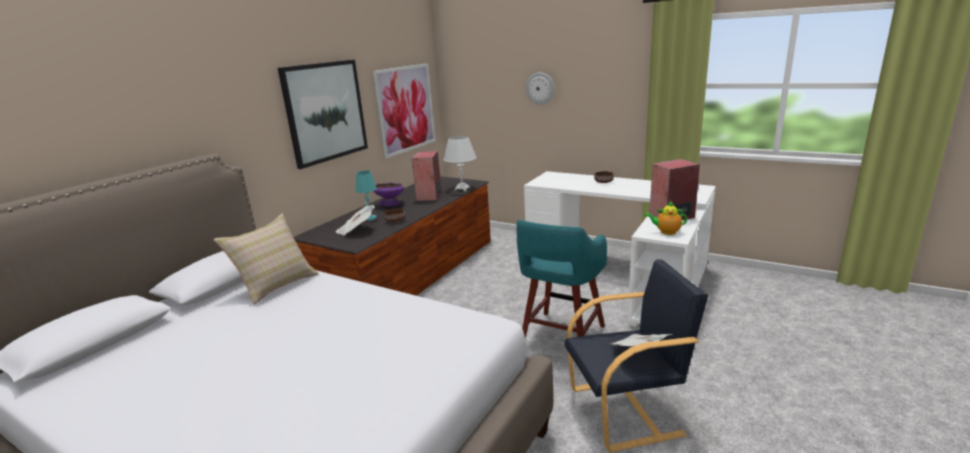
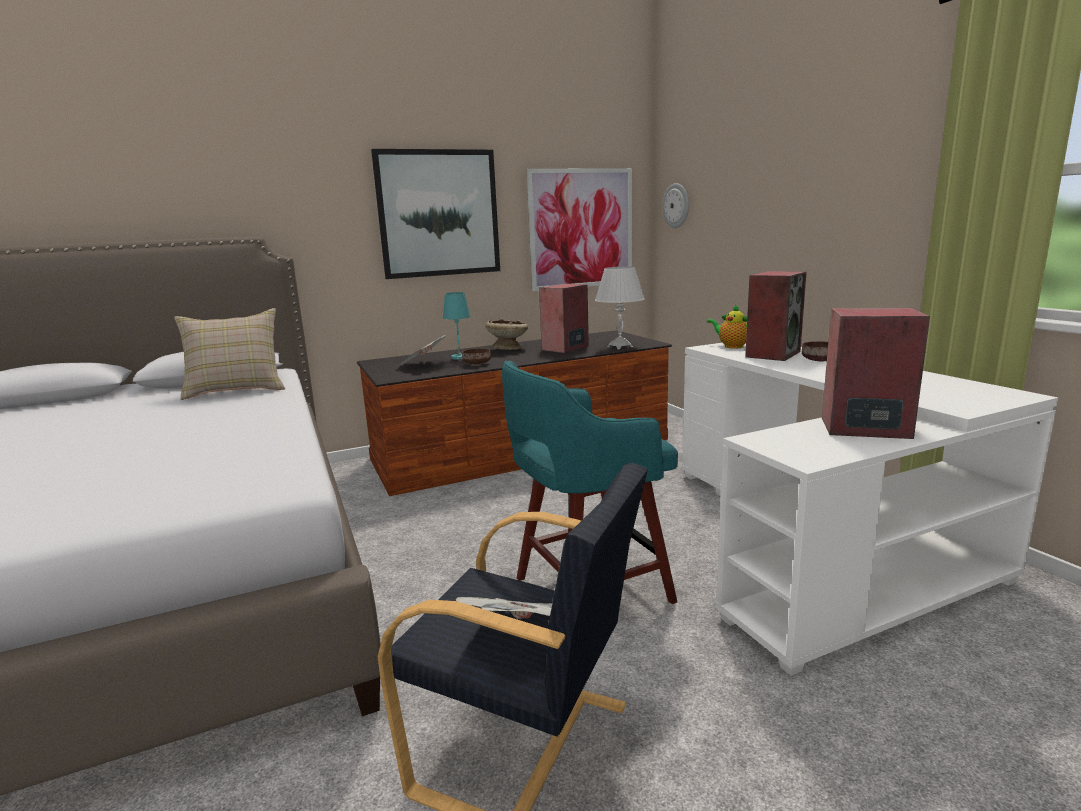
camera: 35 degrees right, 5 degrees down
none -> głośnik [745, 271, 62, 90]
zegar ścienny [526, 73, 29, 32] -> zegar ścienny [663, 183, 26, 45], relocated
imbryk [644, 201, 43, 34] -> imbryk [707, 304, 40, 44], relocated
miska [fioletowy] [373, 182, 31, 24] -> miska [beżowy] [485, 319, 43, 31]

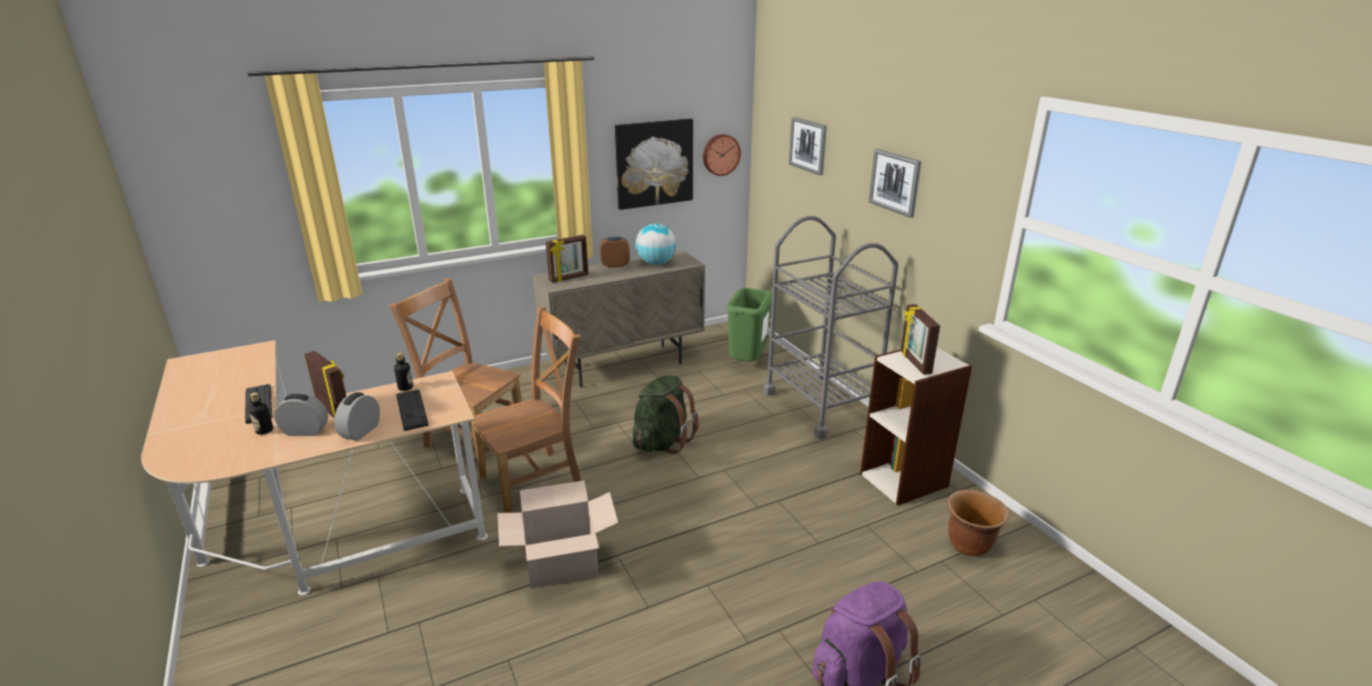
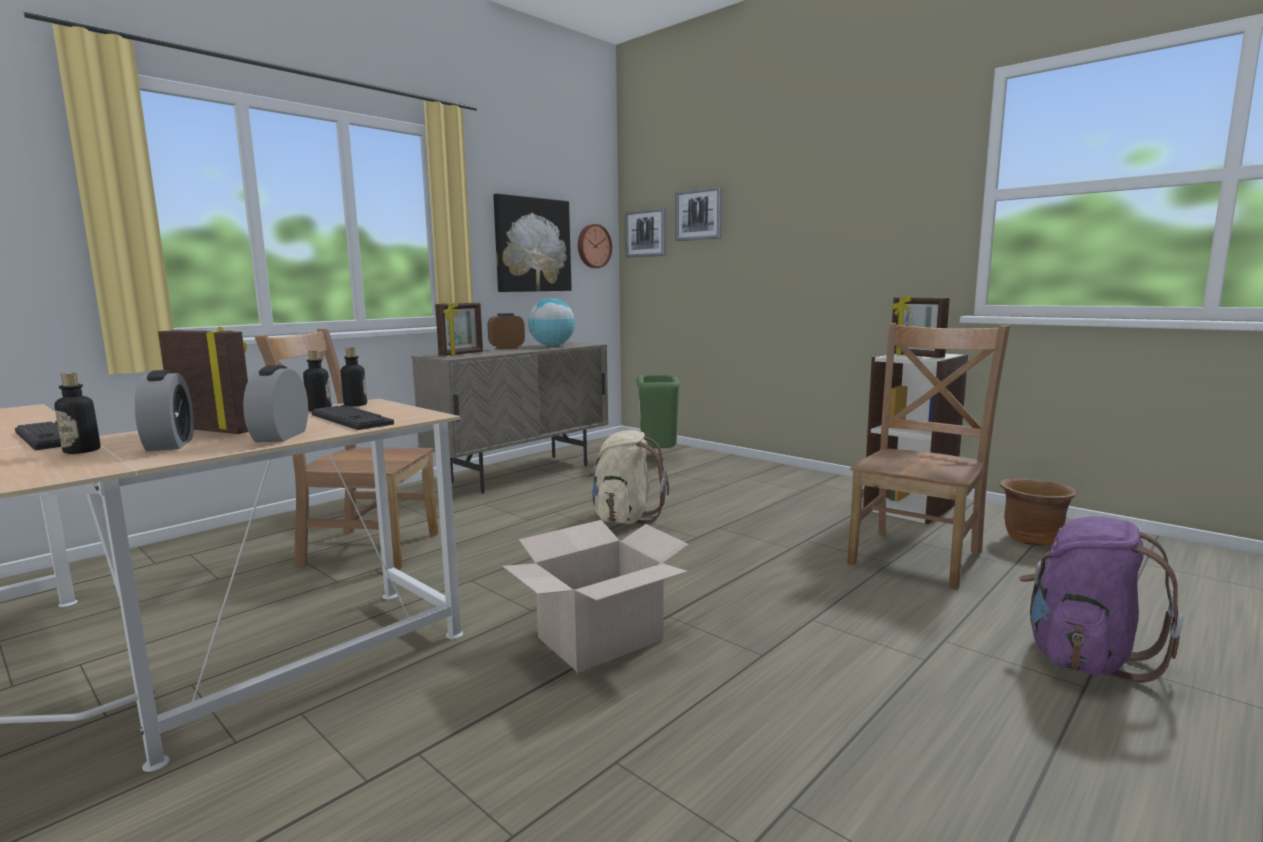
camera: 20 degrees left, 15 degrees down
wózek [szary] [763, 216, 136, 223] -> none
none -> butelka [341, 348, 26, 59]
krzesło [brązowy] [472, 306, 109, 207] -> krzesło [brązowy] [847, 323, 163, 267], relocated
obraz [869, 149, 52, 69] -> obraz [625, 208, 41, 50], relocated
plecak [zielony] [633, 375, 66, 79] -> plecak [beżowy] [586, 430, 83, 95]
budzik [274, 393, 54, 43] -> budzik [135, 370, 59, 81], 90 degrees clockwise

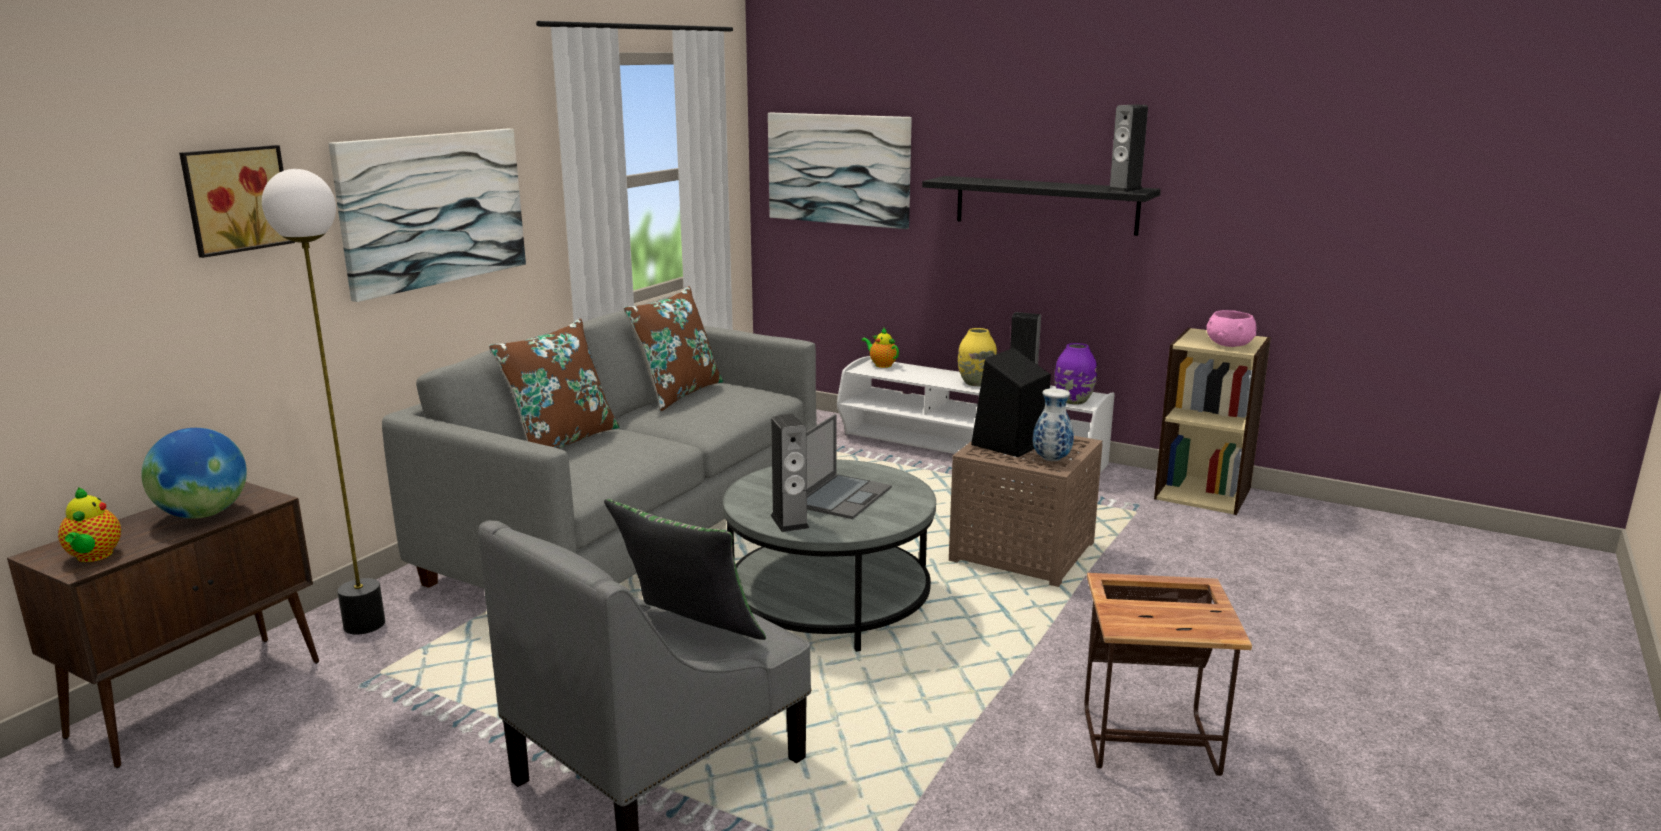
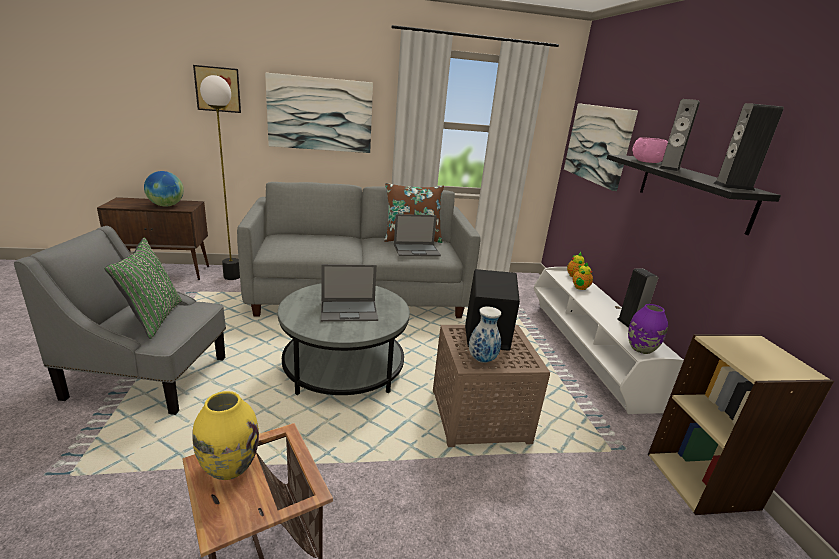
camera: 50 degrees right, 5 degrees up
poduszka [brązowy] [489, 318, 130, 131] -> none
none -> laptop [394, 214, 47, 42]
imbryk [58, 487, 63, 75] -> imbryk [572, 263, 21, 27], relocated
głośnik [771, 414, 38, 118] -> głośnik [659, 99, 41, 73], relocated
wazon [żółty] [958, 328, 39, 58] -> wazon [żółty] [193, 391, 66, 89], relocated
miska [różowy] [1206, 310, 50, 37] -> miska [różowy] [632, 137, 36, 26], relocated

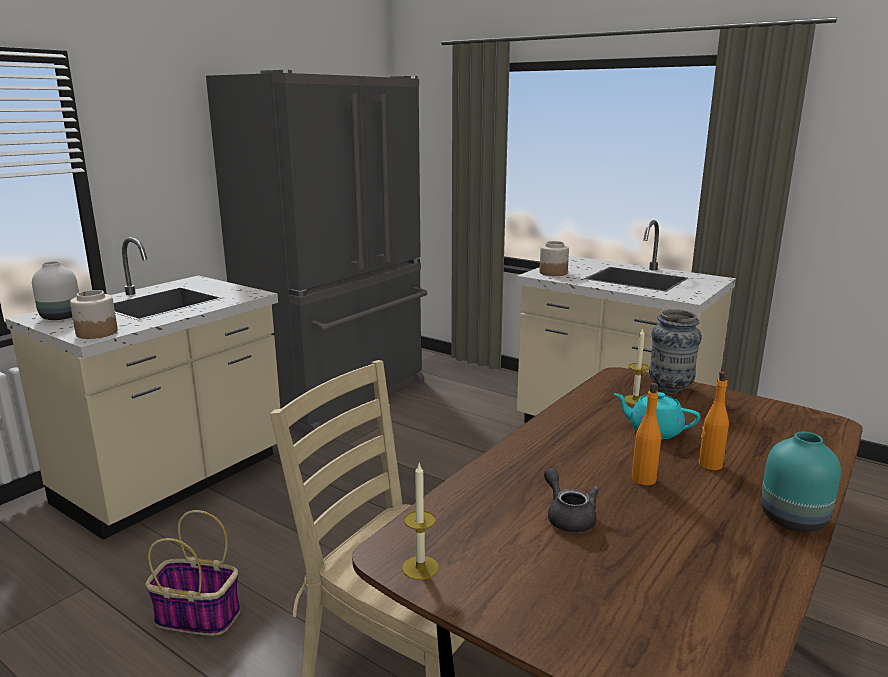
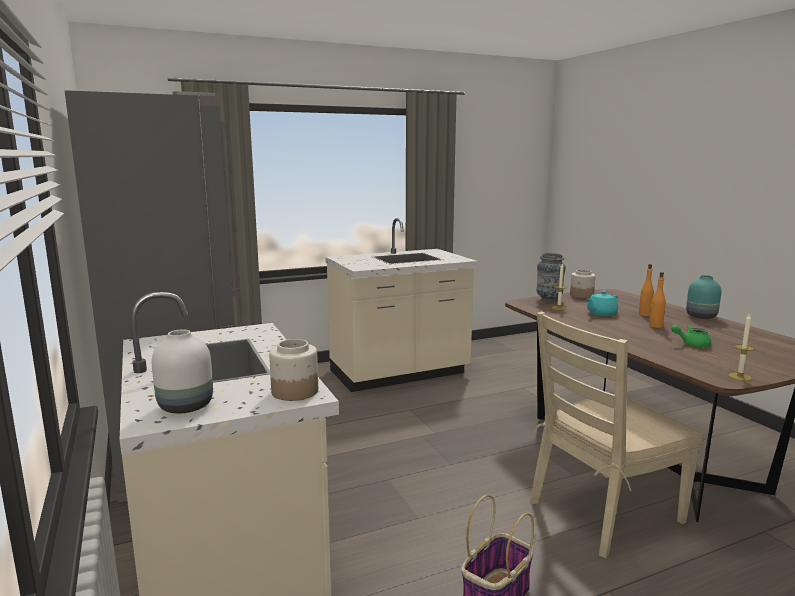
camera: 60 degrees left, 5 degrees down
słoik [539, 241, 30, 35] -> słoik [570, 270, 26, 28], relocated
imbryk [szary] [544, 468, 55, 64] -> imbryk [zielony] [671, 324, 40, 23]

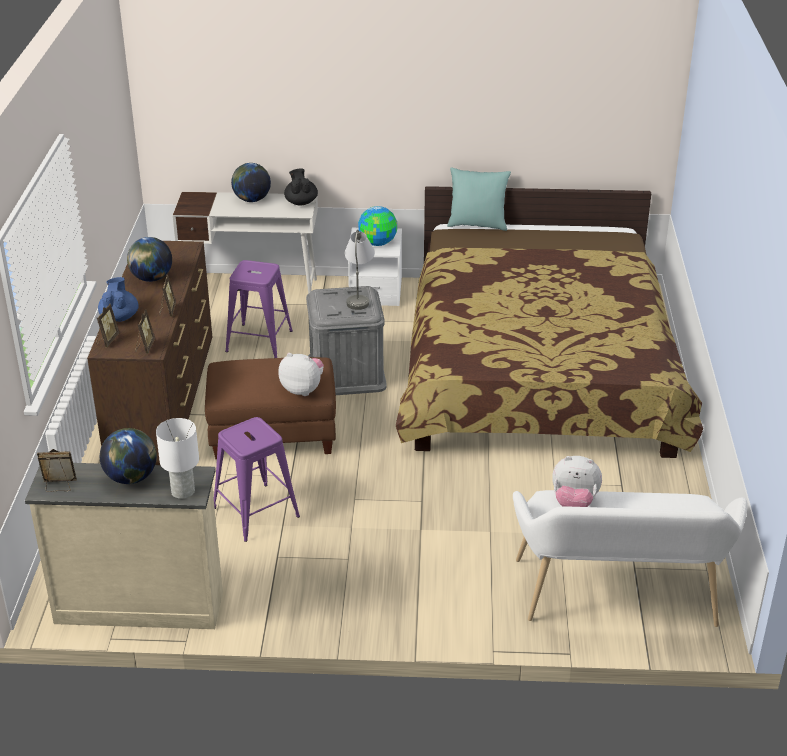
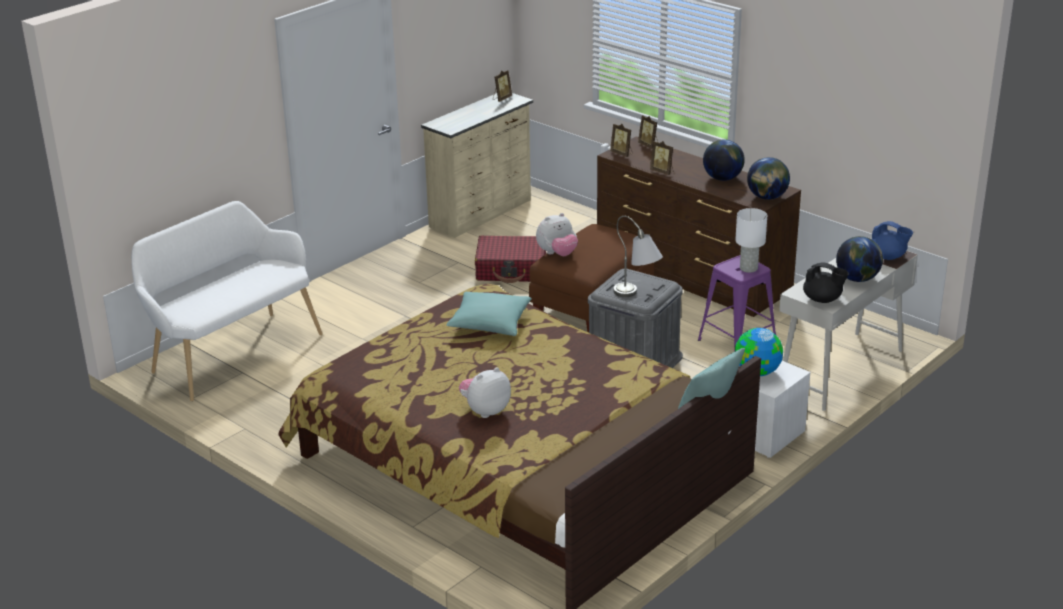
camera: 130 degrees right, 5 degrees down
none -> poduszka [turkusowy] [446, 292, 85, 44]
imbryk [niebieski] [98, 277, 40, 45] -> imbryk [niebieski] [872, 221, 41, 39], relocated
globus [100, 428, 57, 56] -> globus [747, 157, 43, 43], relocated
lampa stołowa [biały] [156, 418, 43, 81] -> lampa stołowa [biały] [735, 208, 32, 65], relocated
pluszak [552, 456, 50, 51] -> pluszak [459, 368, 52, 50], relocated
stołek [fioletowy] [214, 417, 86, 125] -> walizka [czerwony] [475, 236, 71, 47]

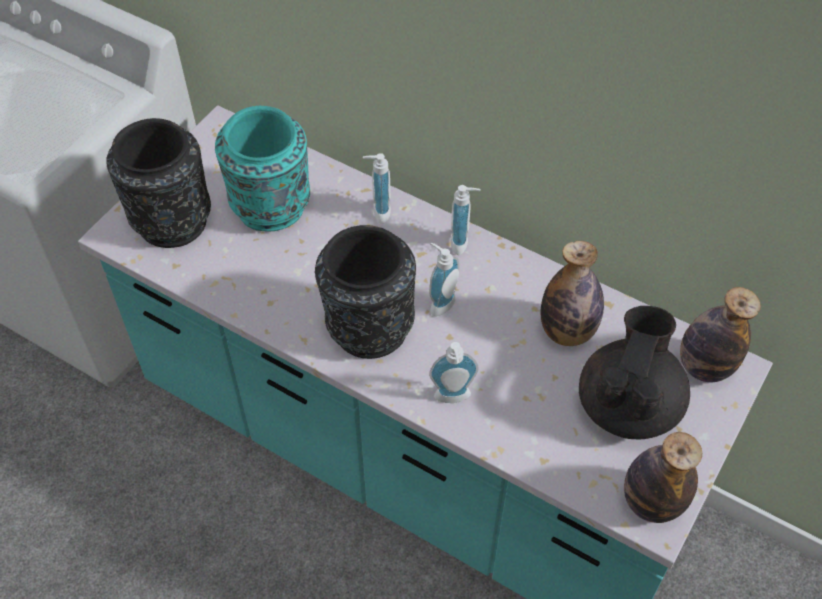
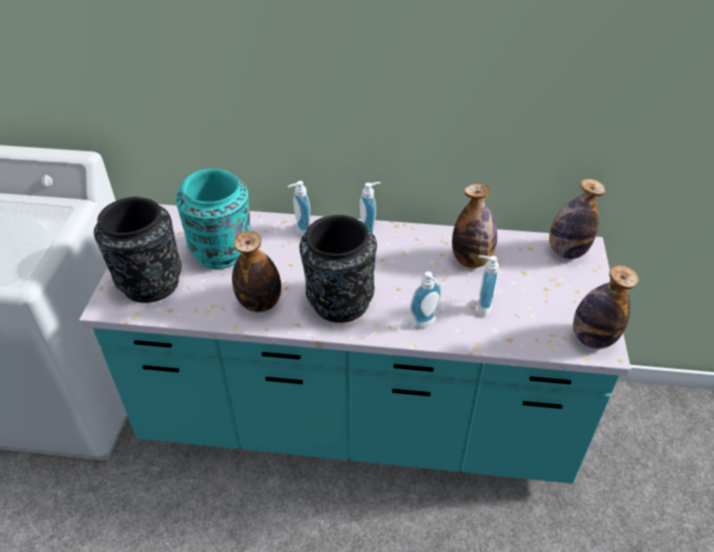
camera: 25 degrees left, 10 degrees down
imbryk [czarny] [579, 306, 111, 133] -> none
none -> butelka [232, 231, 49, 81]
dozownik mydła [429, 242, 31, 74] -> dozownik mydła [478, 255, 21, 62], relocated

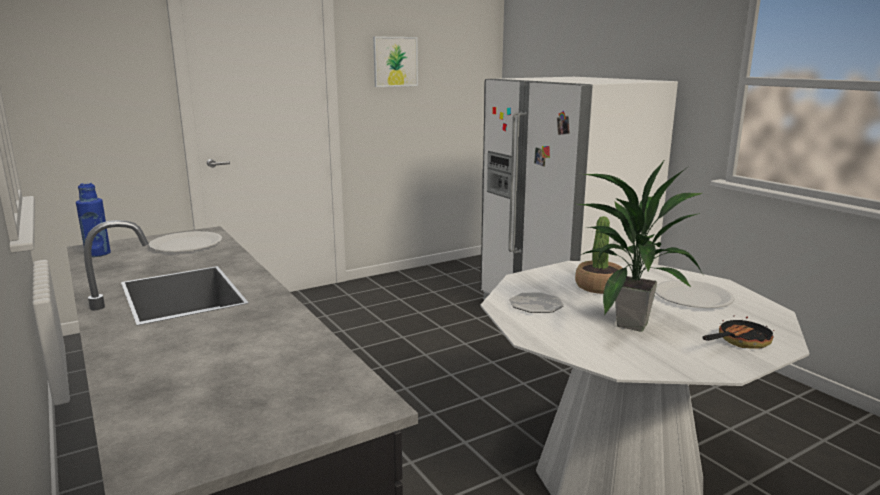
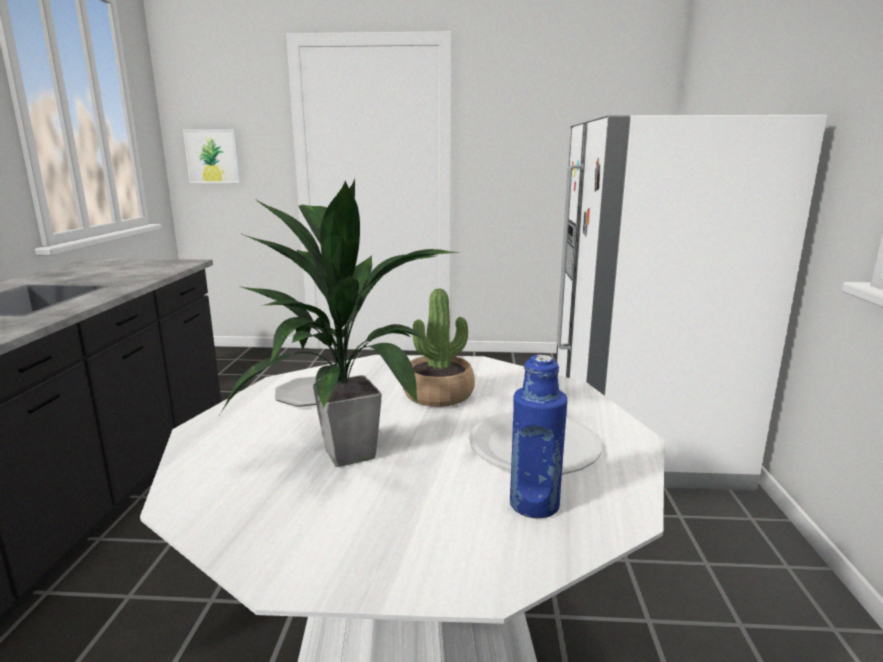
camera: 35 degrees right, 0 degrees up
talerz [biały] [149, 231, 73, 21] -> none
patelnia [703, 317, 71, 32] -> none
butelka [niebieski] [76, 182, 35, 75] -> butelka [niebieski] [510, 355, 57, 164], relocated
obraz [373, 36, 45, 51] -> obraz [183, 129, 57, 54], relocated

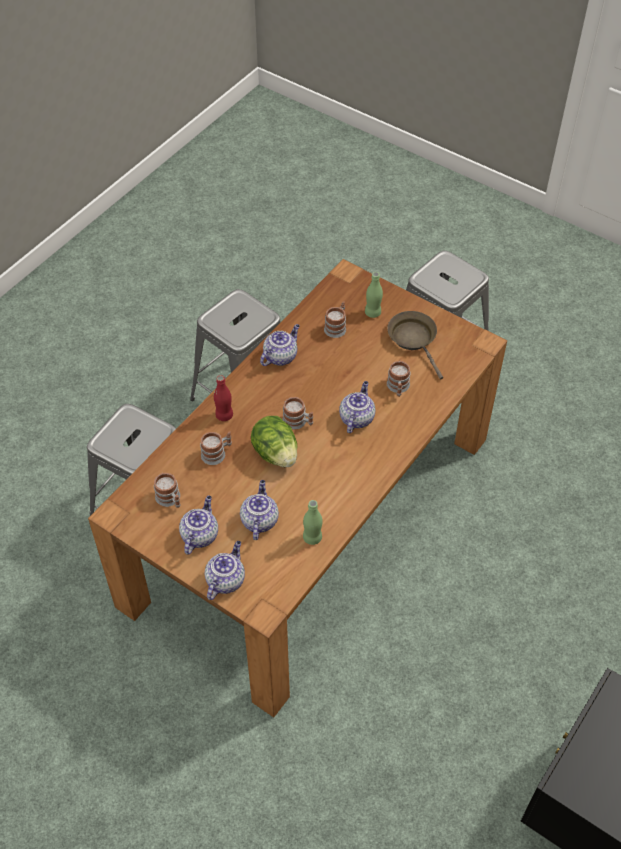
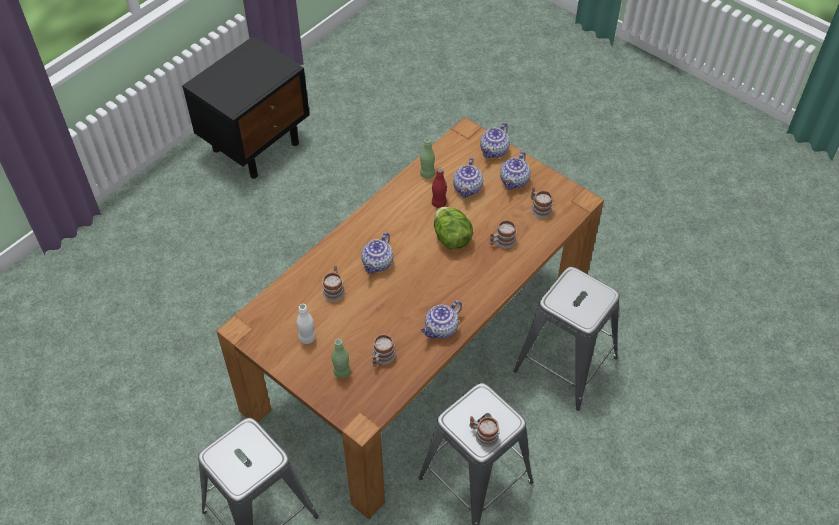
camera: 175 degrees left, 0 degrees up
butelka [czerwony] [214, 375, 19, 46] -> butelka [czerwony] [432, 168, 15, 40], relocated
kubek [282, 397, 31, 33] -> kubek [470, 416, 29, 31], relocated
patelnia [brązowy] [388, 311, 55, 68] -> butelka [biały] [297, 304, 18, 40]

